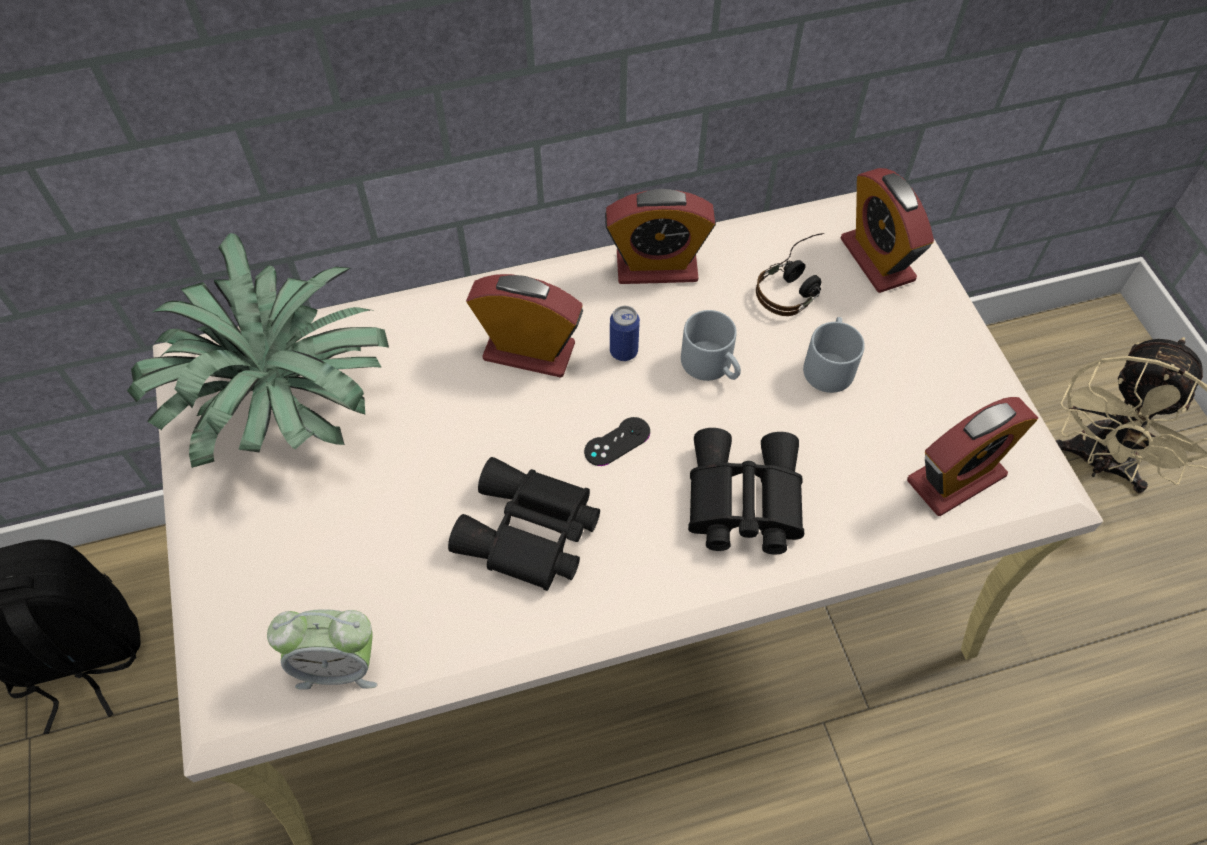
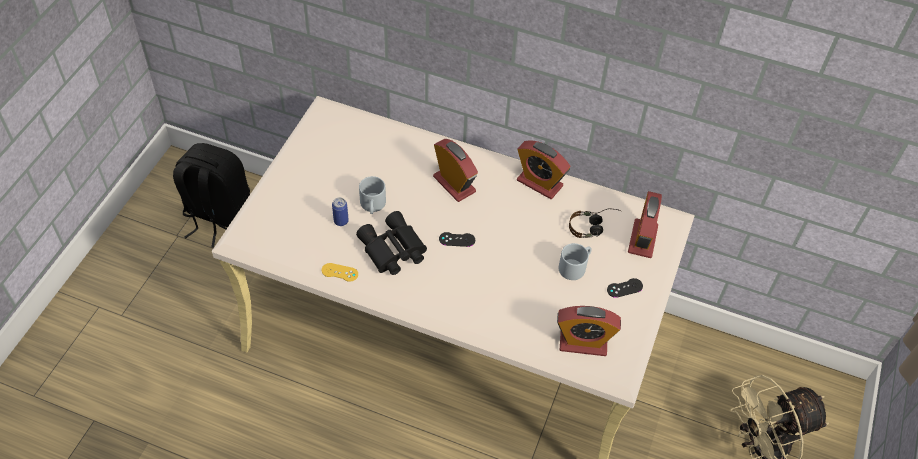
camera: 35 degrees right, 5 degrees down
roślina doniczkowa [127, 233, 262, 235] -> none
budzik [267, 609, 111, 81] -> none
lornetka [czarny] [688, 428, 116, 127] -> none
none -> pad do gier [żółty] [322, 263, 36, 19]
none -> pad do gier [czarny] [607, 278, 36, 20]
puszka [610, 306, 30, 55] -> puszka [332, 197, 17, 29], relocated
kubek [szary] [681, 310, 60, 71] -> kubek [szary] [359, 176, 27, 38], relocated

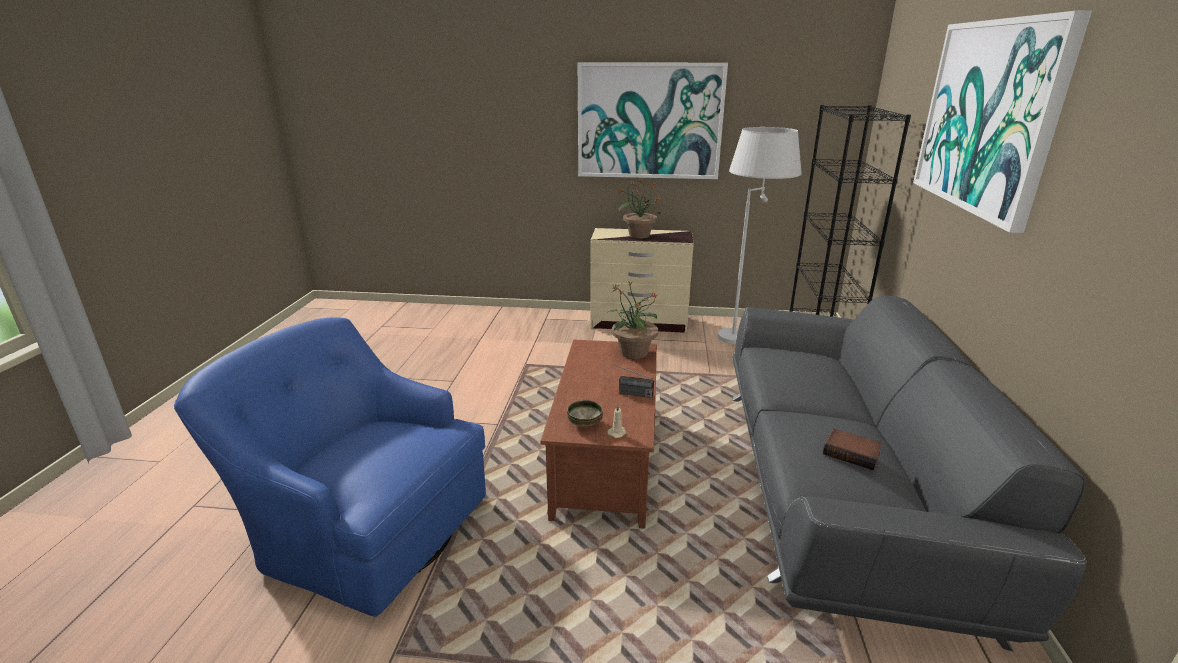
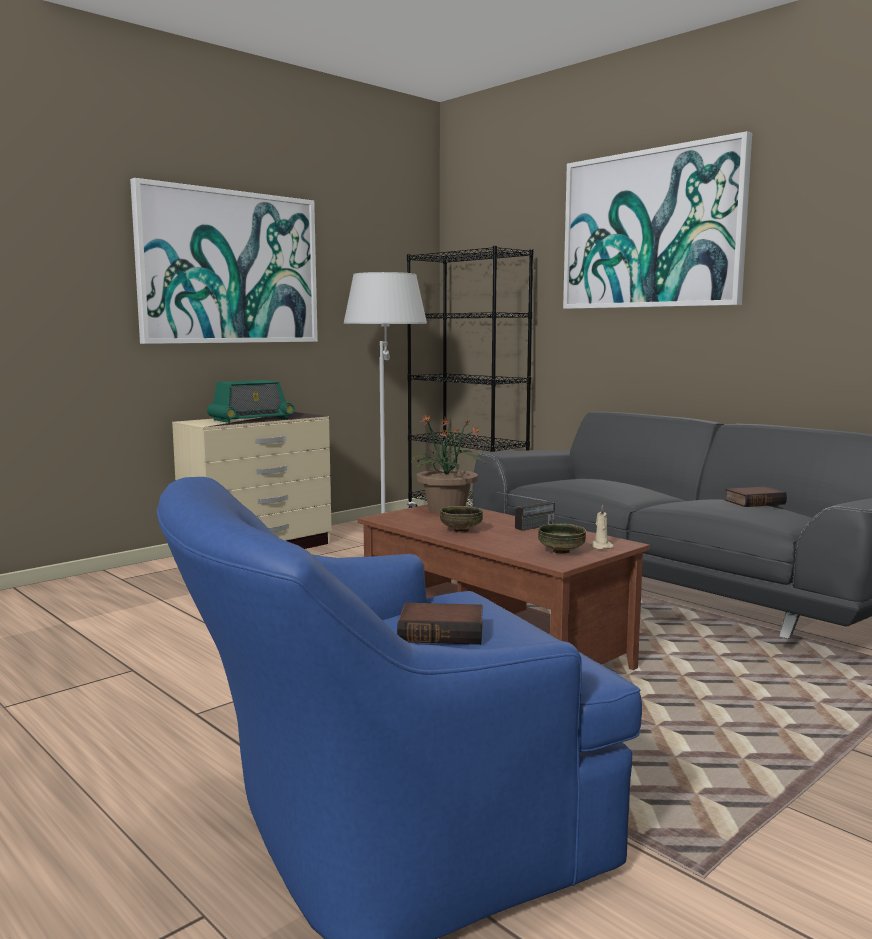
camera: 50 degrees left, 15 degrees down
none -> książka [397, 603, 86, 42]
none -> miska [440, 506, 43, 27]
roślina doniczkowa [618, 180, 44, 59] -> radio [207, 380, 88, 43]

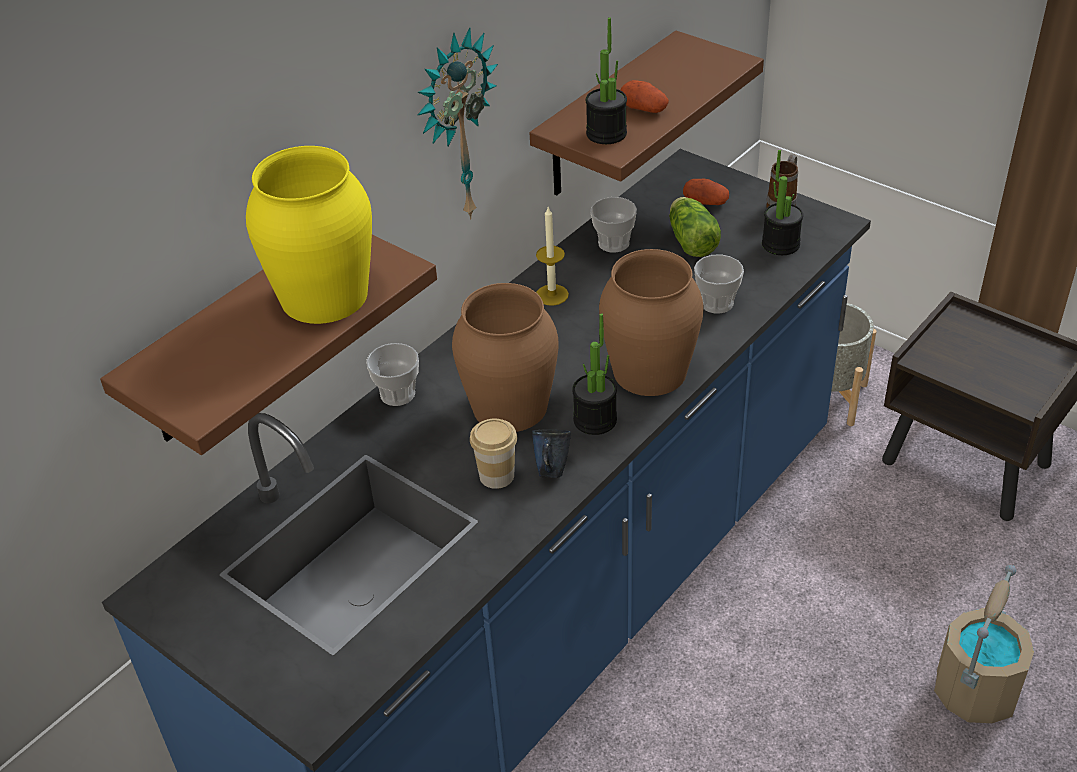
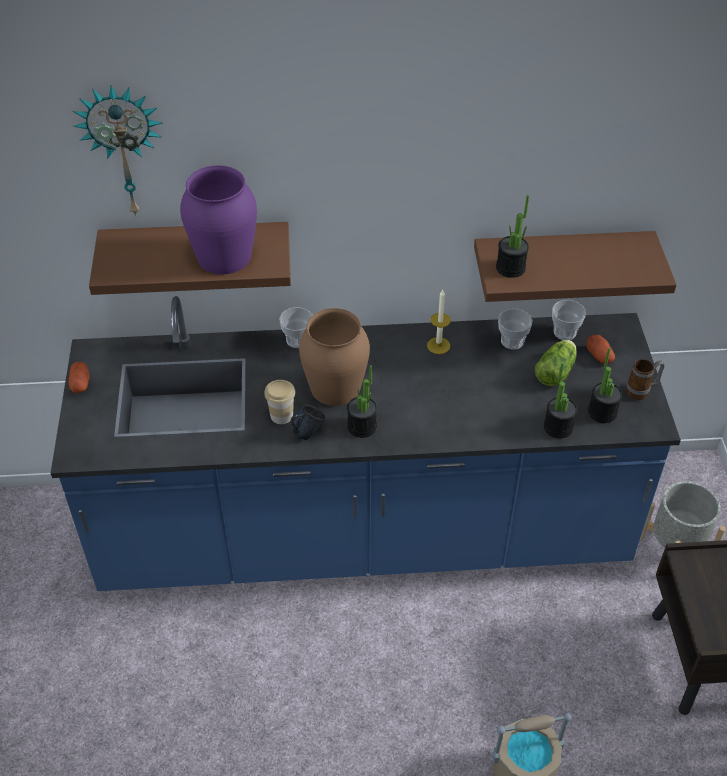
camera: 45 degrees right, 5 degrees up
wazon [brązowy] [599, 249, 105, 147] -> none
none -> roślina doniczkowa [544, 363, 33, 75]
zegar ścienny [418, 28, 80, 191] -> zegar ścienny [73, 85, 89, 132], relocated
ziemniak [621, 80, 48, 33] -> ziemniak [68, 362, 22, 31], relocated
filiżanka [694, 254, 50, 60] -> filiżanka [552, 300, 34, 40], relocated
wazon [żółty] [246, 146, 126, 178] -> wazon [fioletowy] [180, 165, 77, 109]

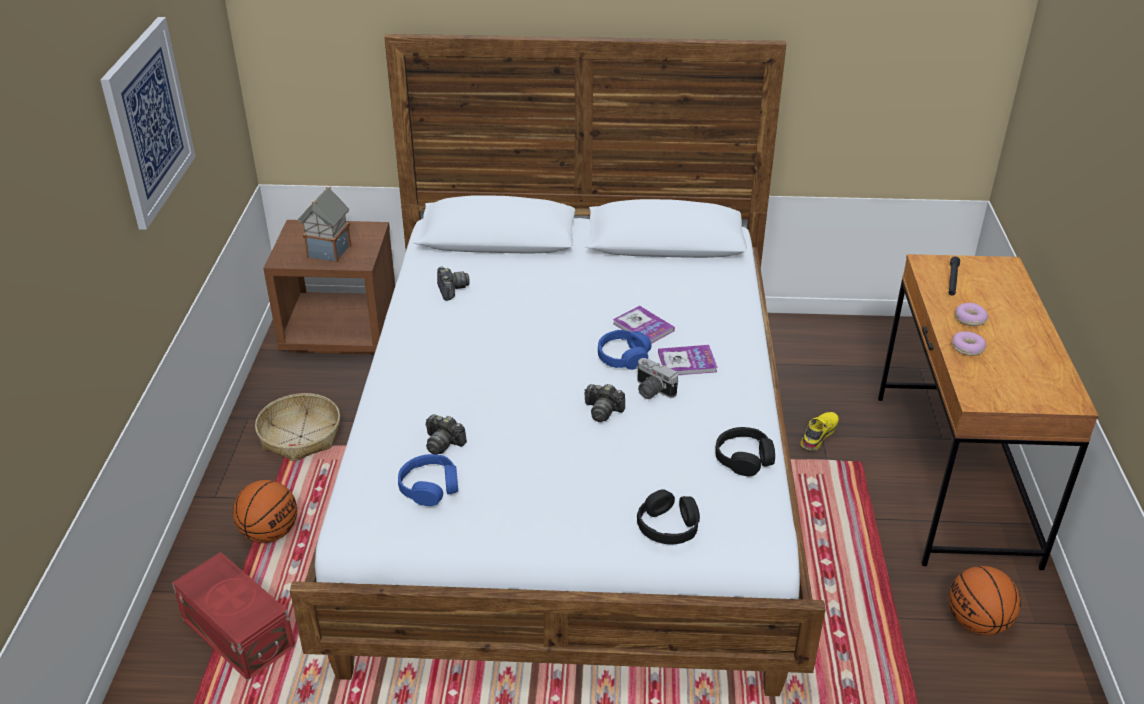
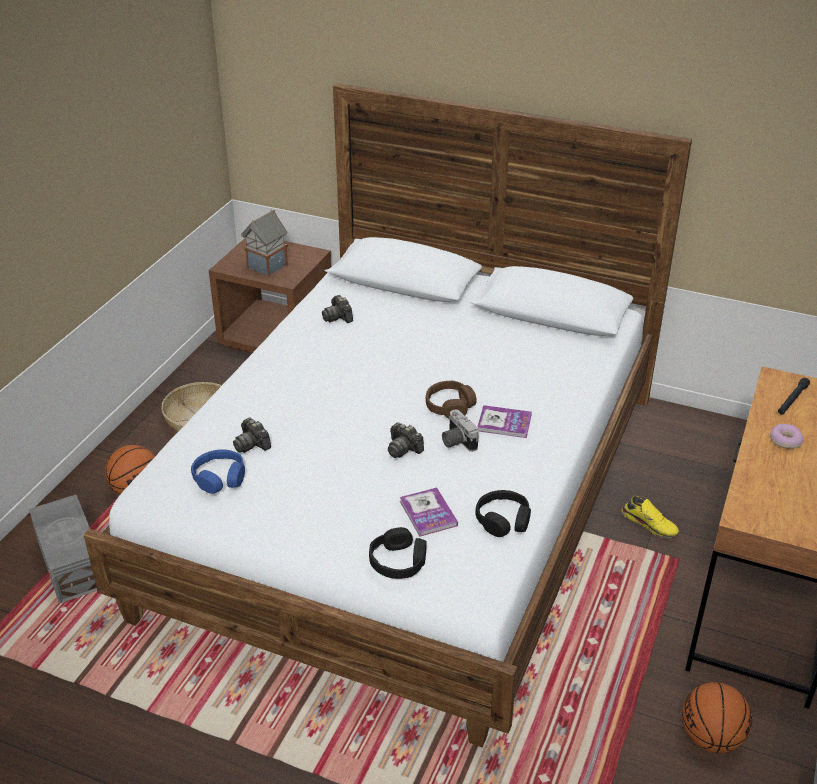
camera: 20 degrees right, 0 degrees up
obraz [100, 17, 96, 213] -> none
donut [952, 331, 34, 25] -> none
książka [613, 306, 62, 38] -> książka [400, 488, 58, 49], relocated
pojemnik do przechowywania [czerwony] [172, 552, 123, 129] -> pojemnik do przechowywania [szary] [29, 495, 68, 109]
słuchawki [niebieski] [598, 330, 53, 40] -> słuchawki [brązowy] [426, 381, 51, 38]
aparat fotograficzny [437, 266, 33, 35] -> aparat fotograficzny [322, 295, 31, 28], 150 degrees clockwise
but [żółty] [800, 412, 39, 39] -> but [żółty] [622, 496, 57, 42], 75 degrees clockwise

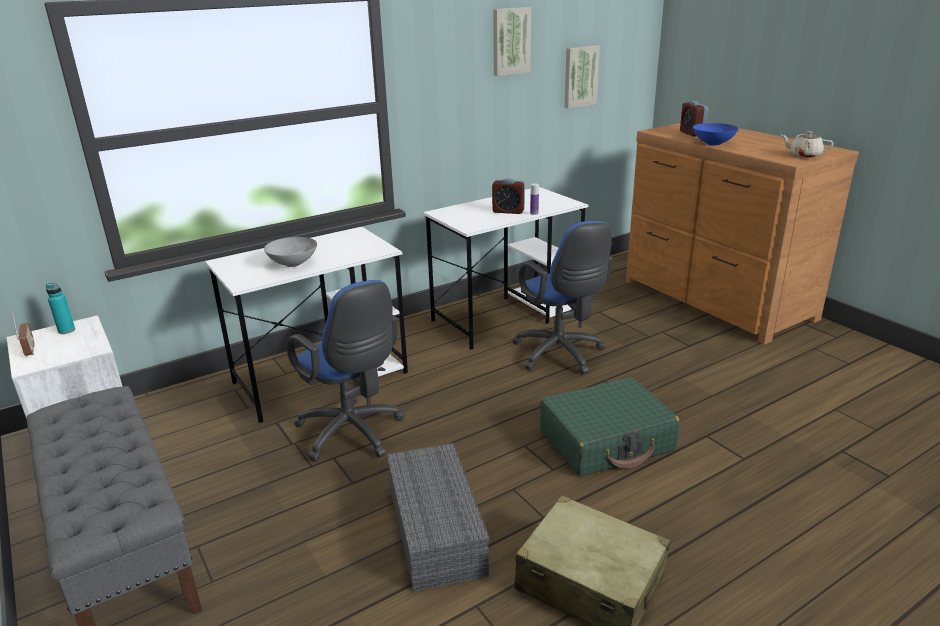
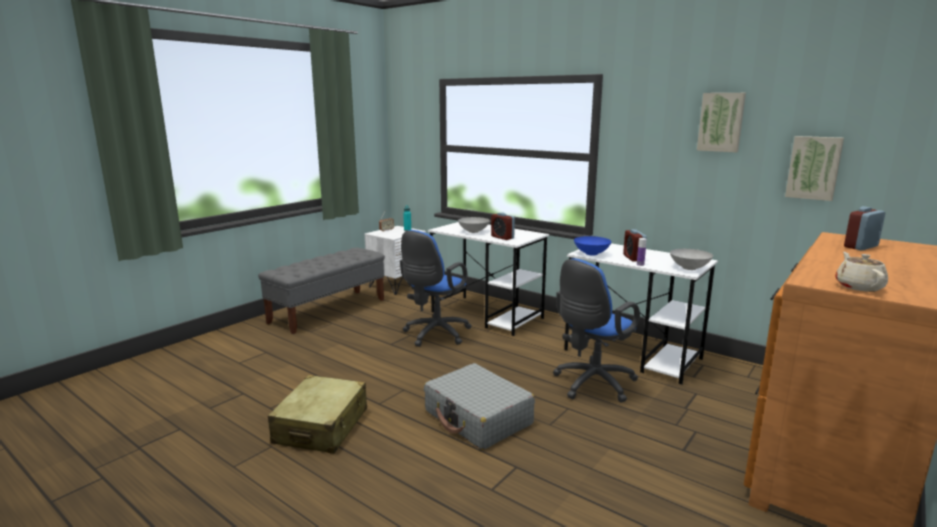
camera: 70 degrees right, 10 degrees down
pojemnik do przechowywania [szary] [387, 443, 103, 149] -> none
none -> budzik [491, 213, 24, 27]
none -> miska [szary] [670, 249, 43, 21]
miska [niebieski] [693, 123, 46, 23] -> miska [niebieski] [574, 236, 37, 19], relocated
walizka [zielony] [540, 377, 139, 99] -> walizka [szary] [424, 363, 111, 87]

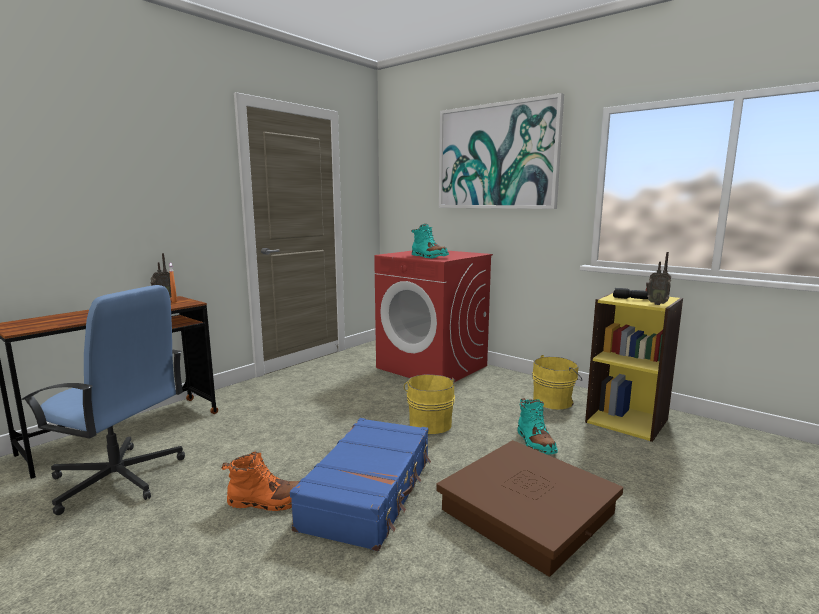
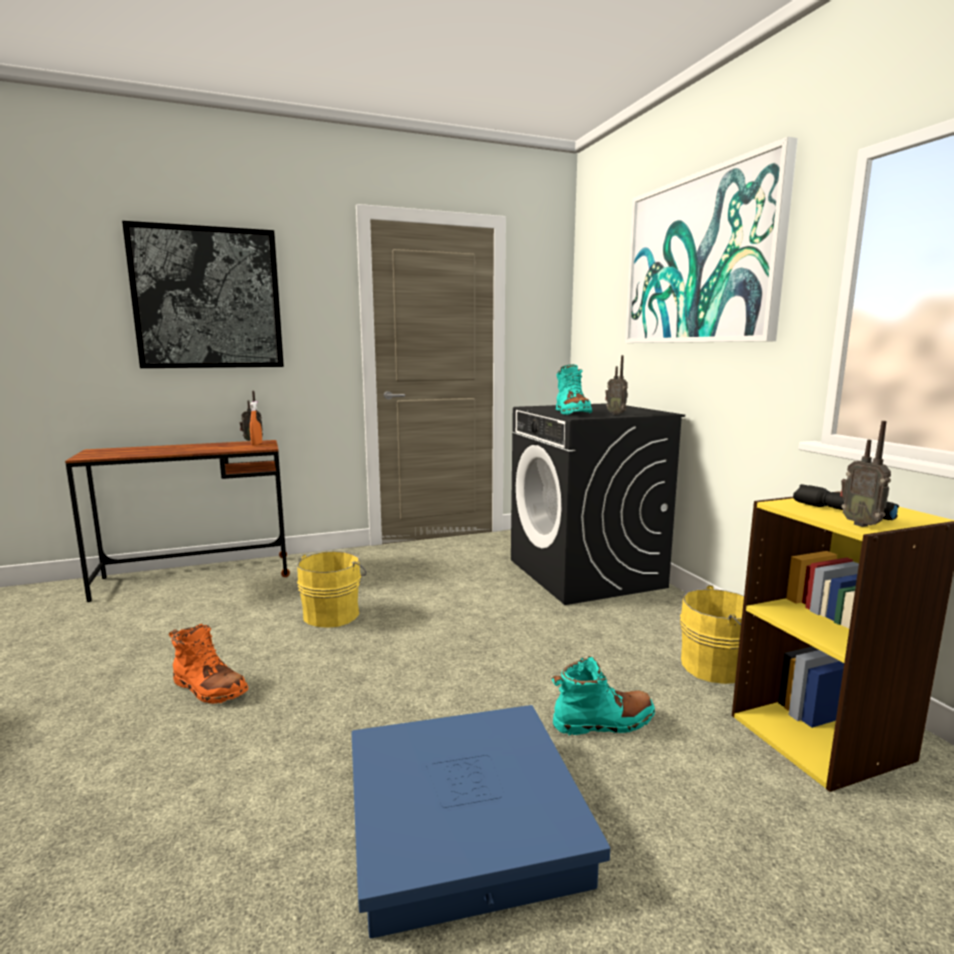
camera: 30 degrees right, 0 degrees up
krzesło biurowe [niebieski] [21, 285, 164, 230] -> none
walizka [niebieski] [290, 418, 141, 133] -> none
none -> obraz [122, 221, 162, 147]
none -> radio [605, 355, 23, 60]
wiadro [żółty] [404, 374, 51, 60] -> wiadro [żółty] [297, 551, 70, 77], relocated
pralka [czerwony] [374, 251, 119, 131] -> pralka [czarny] [511, 403, 174, 202]
pojemnik do przechowywania [brązowy] [436, 440, 187, 137] -> pojemnik do przechowywania [niebieski] [352, 705, 258, 234]
but z cholewką [turkusowy] [518, 398, 40, 56] -> but z cholewką [turkusowy] [552, 656, 103, 80], 120 degrees counterclockwise

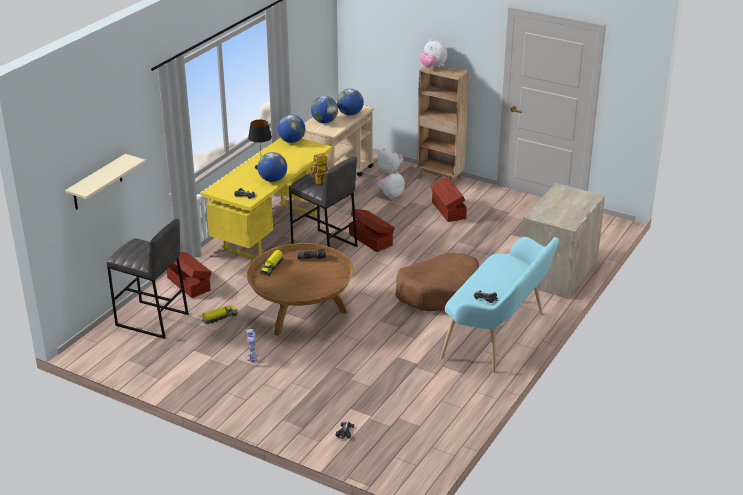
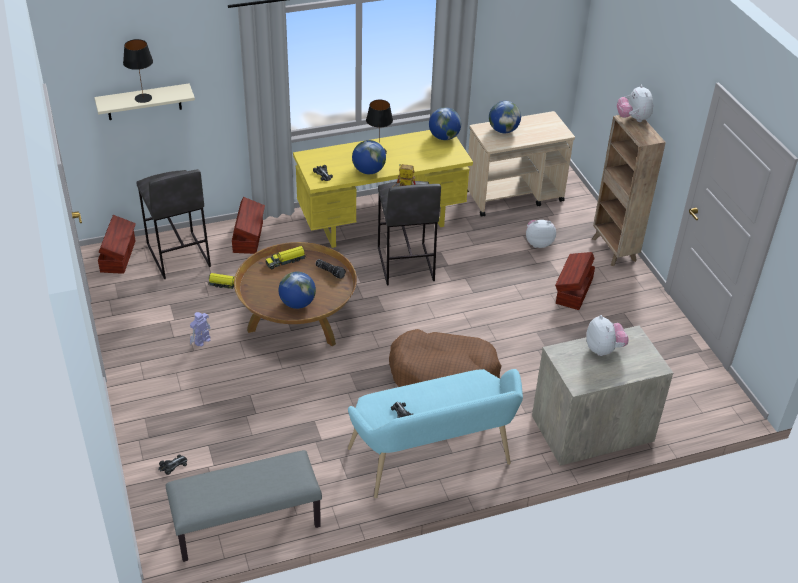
camera: 40 degrees right, 10 degrees up
none -> lampa stołowa [czarny] [123, 39, 30, 64]
none -> ławka [szary] [166, 450, 156, 112]
globus [337, 89, 27, 27] -> globus [278, 272, 38, 37], relocated
pojemnik do przechowywania [brązowy] [349, 209, 46, 43] -> pojemnik do przechowywania [brązowy] [98, 215, 38, 59], relocated
pluszak [377, 148, 26, 26] -> pluszak [586, 315, 42, 41], relocated

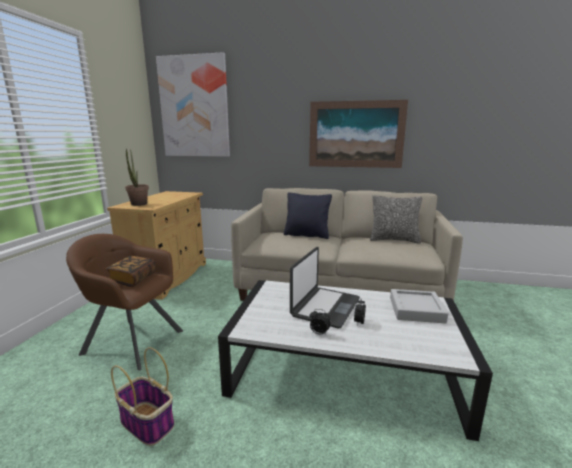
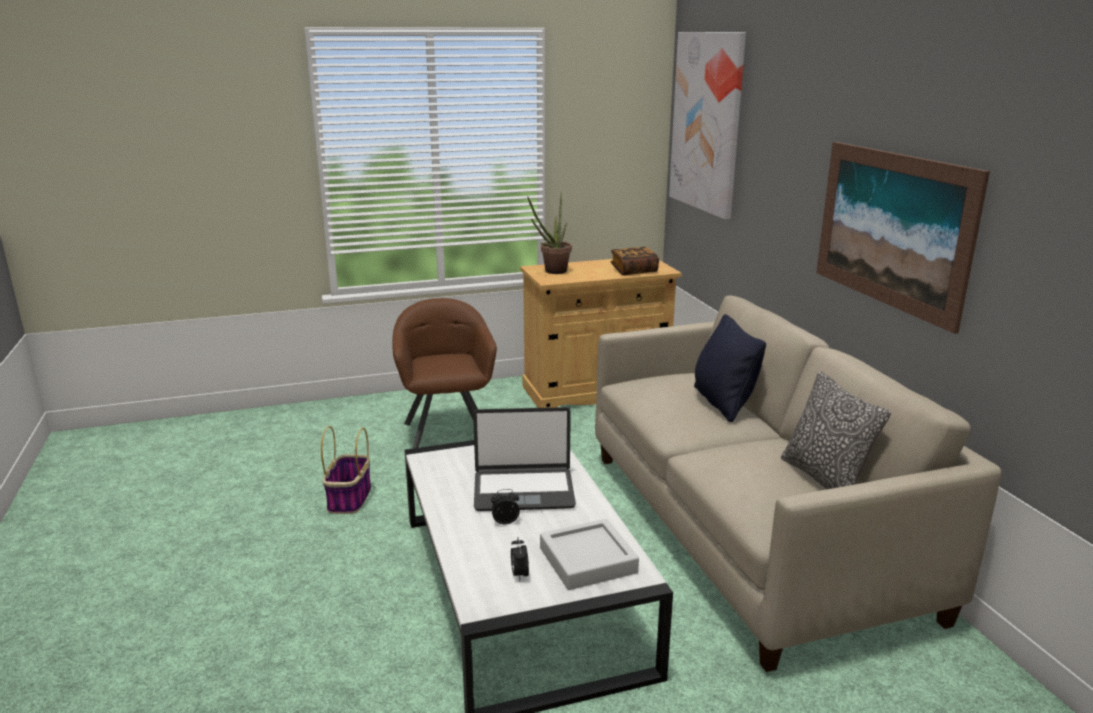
camera: 60 degrees right, 5 degrees up
książka [106, 256, 50, 31] -> książka [611, 247, 48, 28], relocated
budzik [310, 309, 21, 26] -> budzik [511, 537, 18, 44], relocated

